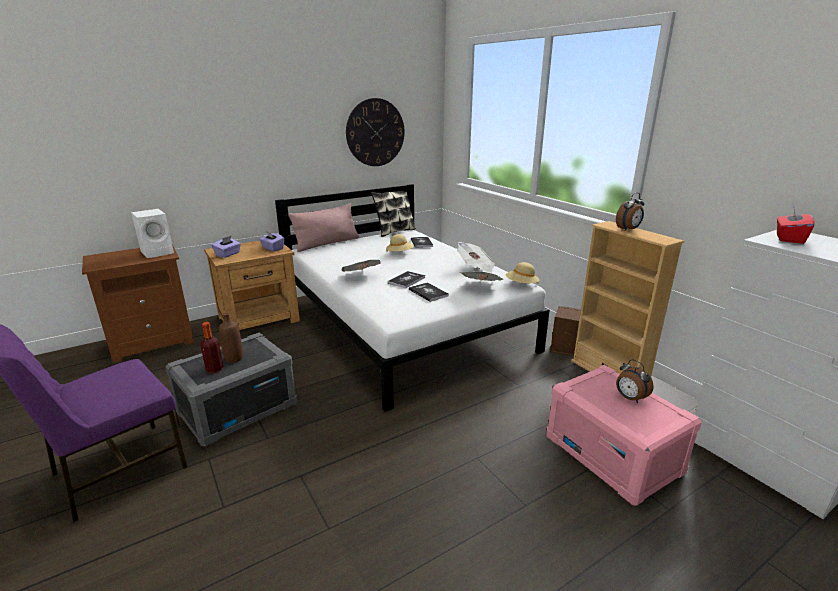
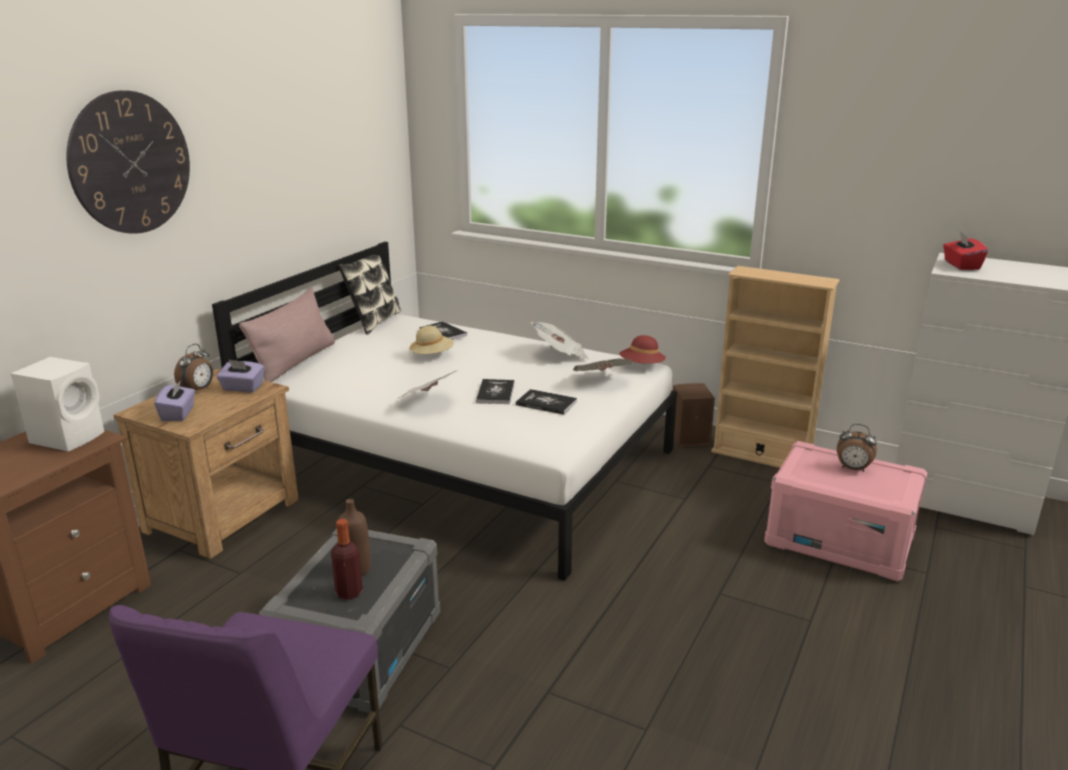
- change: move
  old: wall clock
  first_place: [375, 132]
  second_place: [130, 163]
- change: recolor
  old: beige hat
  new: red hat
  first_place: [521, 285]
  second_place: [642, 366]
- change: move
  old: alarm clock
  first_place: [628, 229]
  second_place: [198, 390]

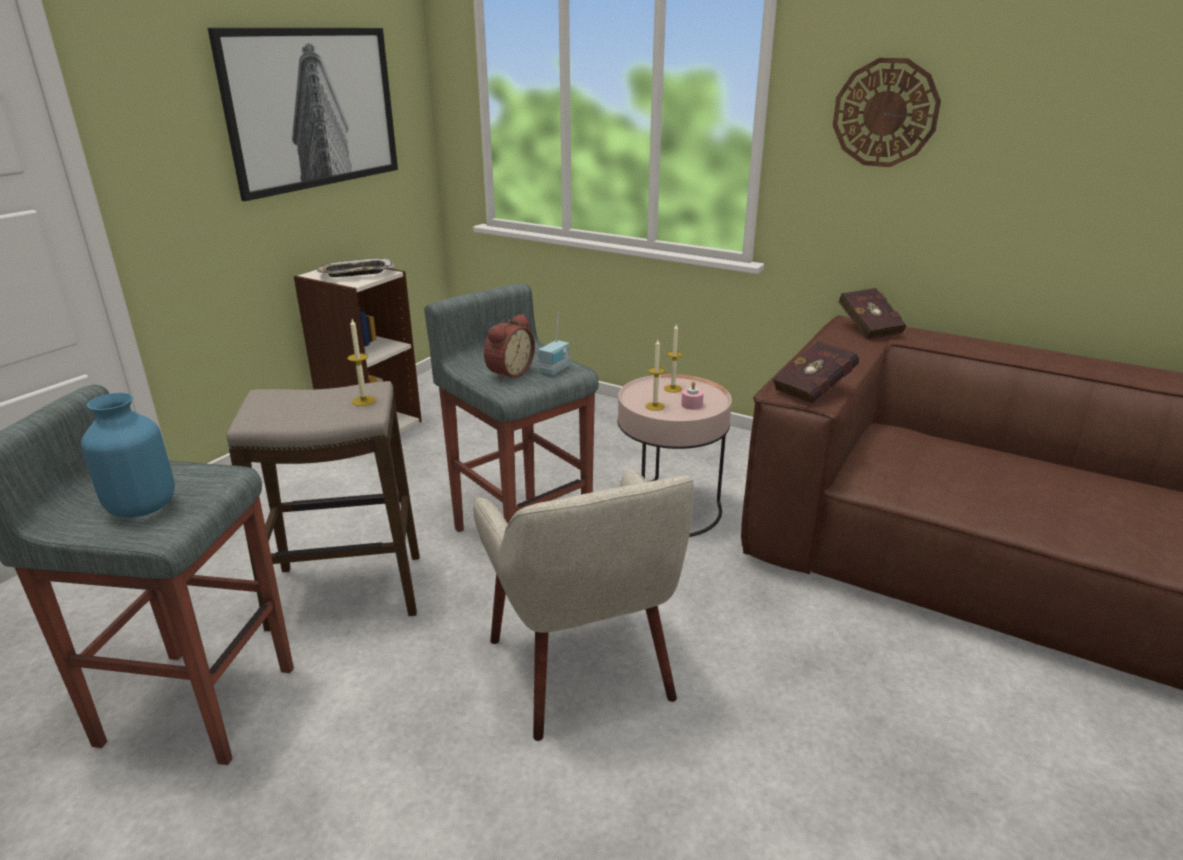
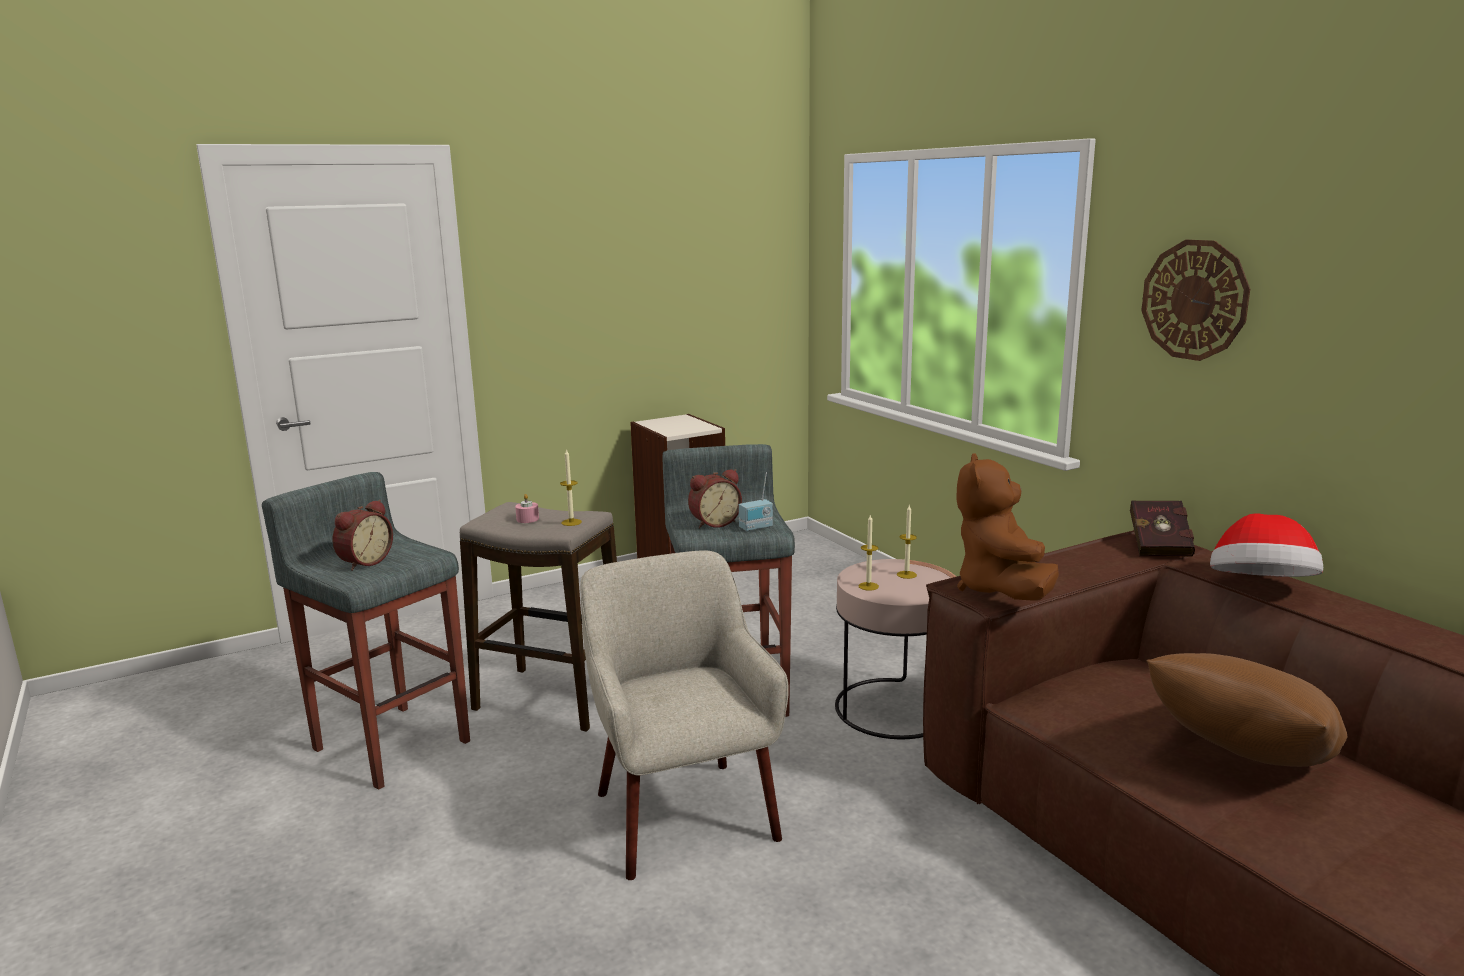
- change: replace
  old: blue vase
  new: alarm clock
  first_place: [142, 506]
  second_place: [364, 562]
- change: delete
  old: picture
  first_place: [312, 108]
- change: delete
  old: tray
  first_place: [356, 273]
- change: rotate
  old: beige armchair
  first_place: [582, 669]
  second_place: [683, 814]
  degrees: 150
- change: move
  old: pink candle
  first_place: [692, 405]
  second_place: [527, 519]
- change: replace
  old: red book
  new: brown plush toy
  first_place: [816, 390]
  second_place: [1001, 590]
- change: insert
  new: brown pillow
  second_place: [1239, 761]
- change: insert
  new: hat
  second_place: [1260, 589]

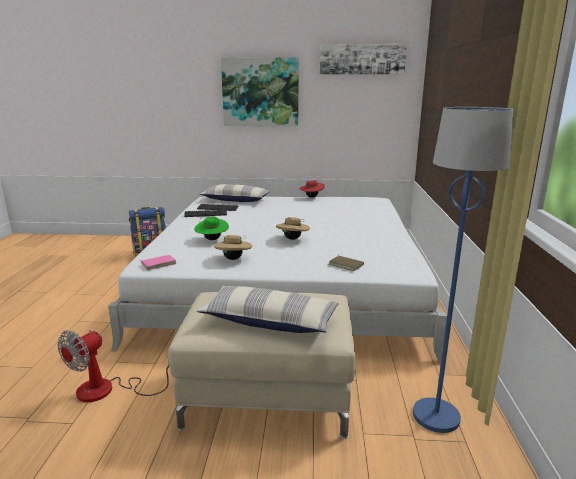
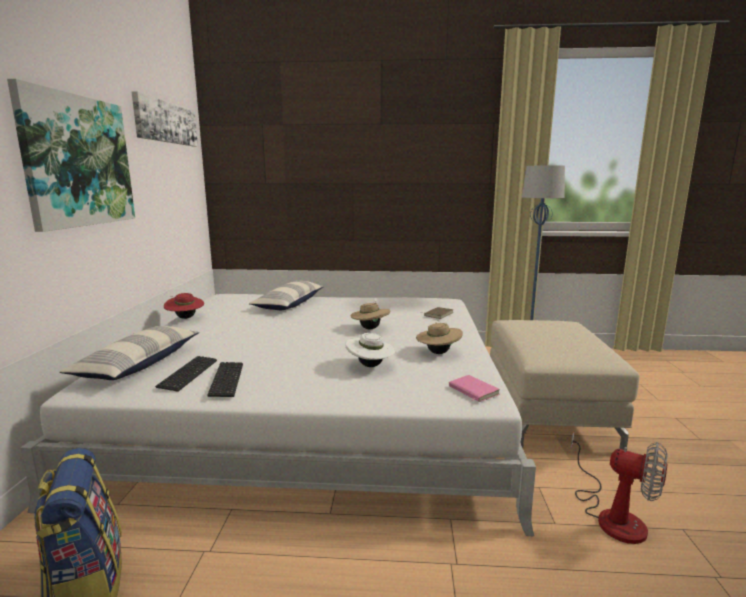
- change: recolor
  old: green hat
  new: white hat
  first_place: [212, 239]
  second_place: [370, 366]
- change: move
  old: pillow
  first_place: [269, 321]
  second_place: [289, 304]

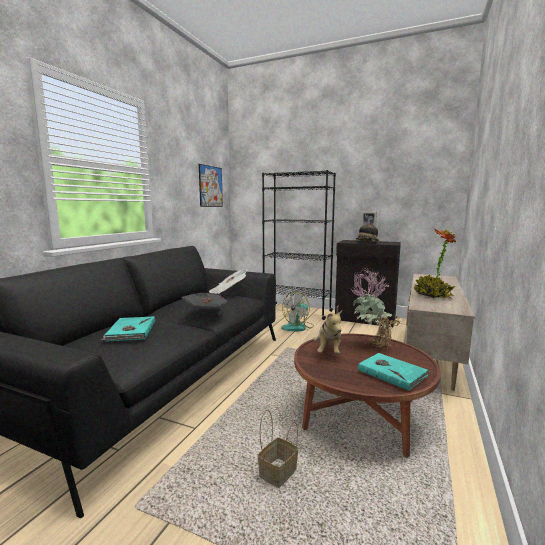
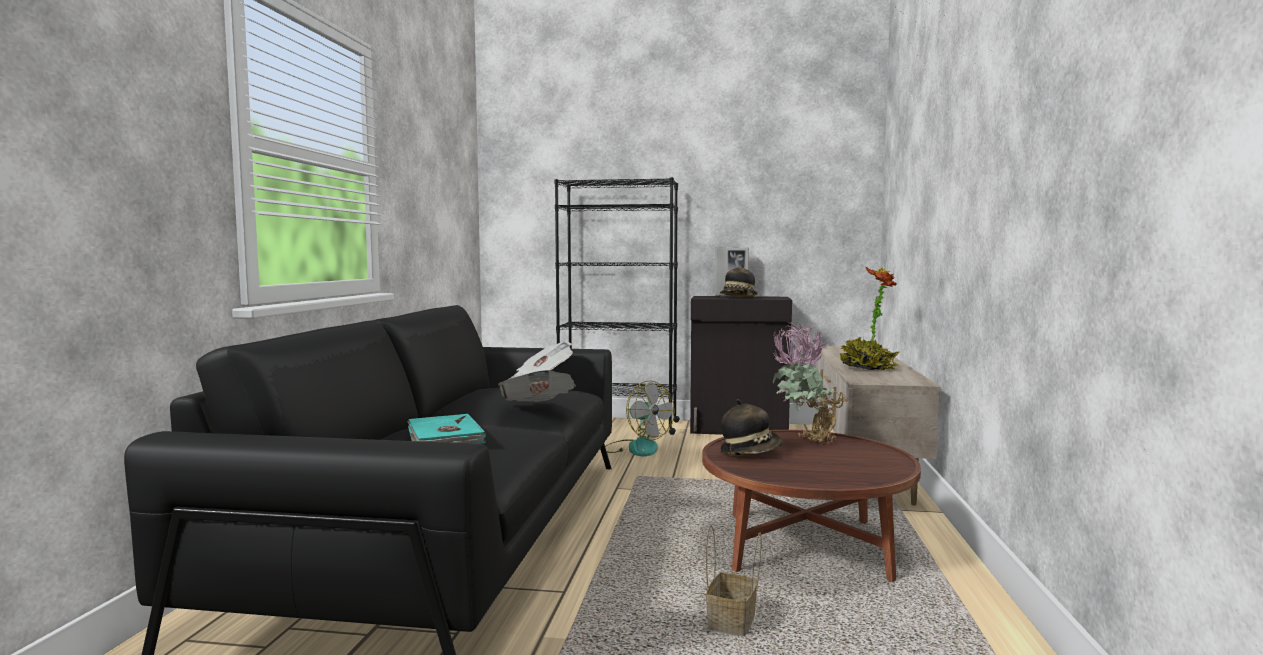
- change: delete
  old: picture
  first_place: [210, 186]
- change: rotate
  old: fan
  first_place: [298, 327]
  second_place: [636, 448]
  degrees: -75
- change: replace
  old: plush toy
  new: hat
  first_place: [328, 351]
  second_place: [750, 452]
- change: delete
  old: turquoise book
  first_place: [392, 372]

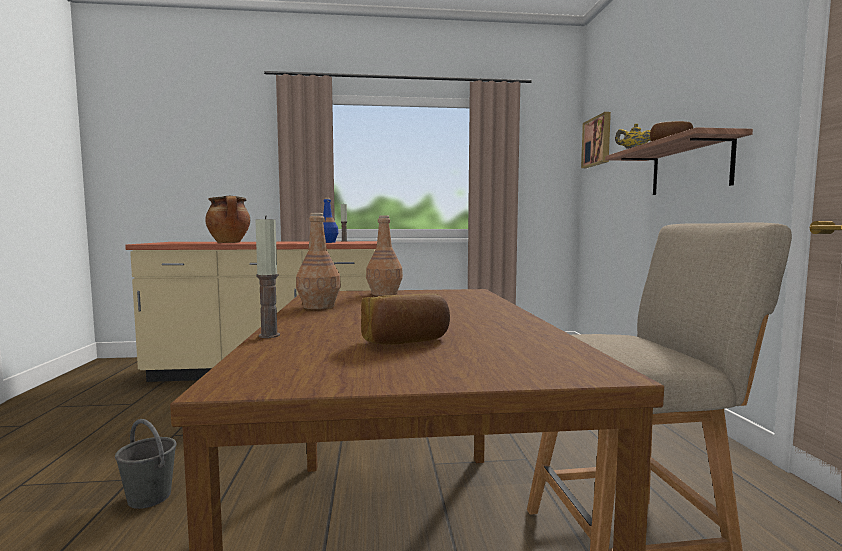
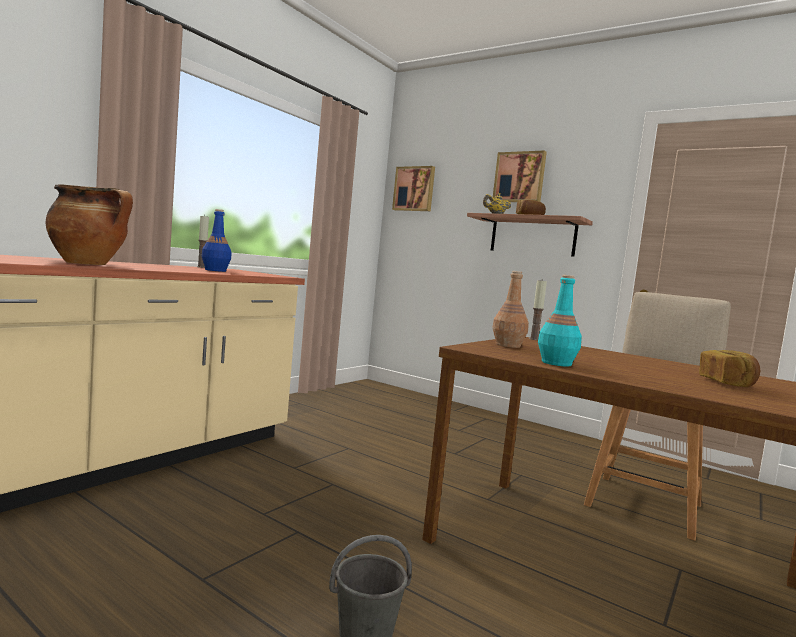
- change: move
  old: candle
  first_place: [269, 335]
  second_place: [534, 339]
- change: recolor
  old: brown bottle
  new: turquoise bottle
  first_place: [319, 306]
  second_place: [556, 363]
- change: insert
  new: picture
  second_place: [519, 177]

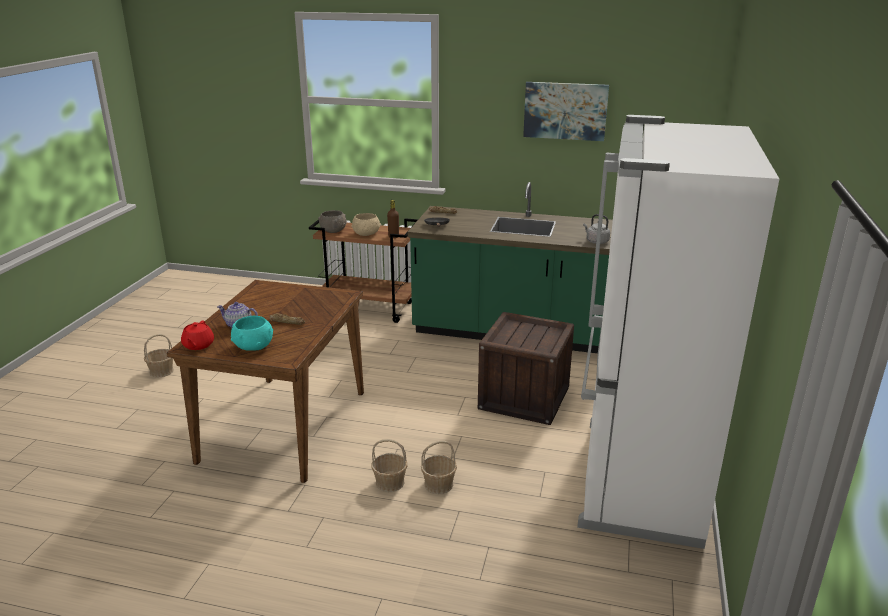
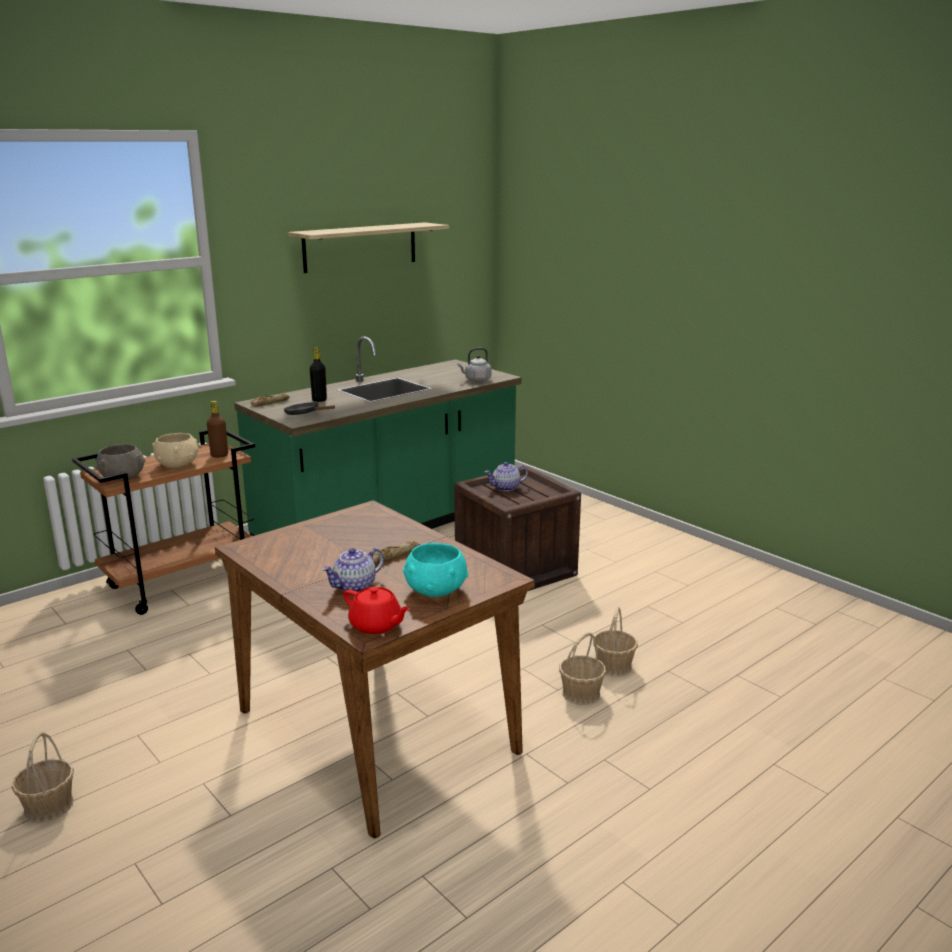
- change: replace
  old: picture
  new: shelf
  first_place: [565, 111]
  second_place: [360, 247]
- change: delete
  old: white fridge
  first_place: [637, 480]
- change: insert
  new: black bottle
  second_place: [319, 400]
- change: insert
  new: teapot
  second_place: [506, 488]

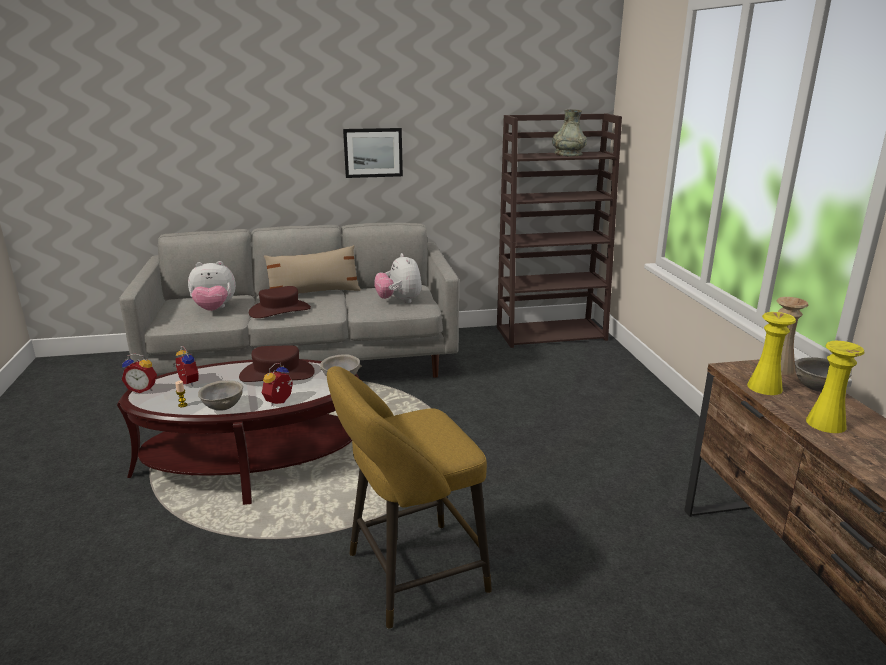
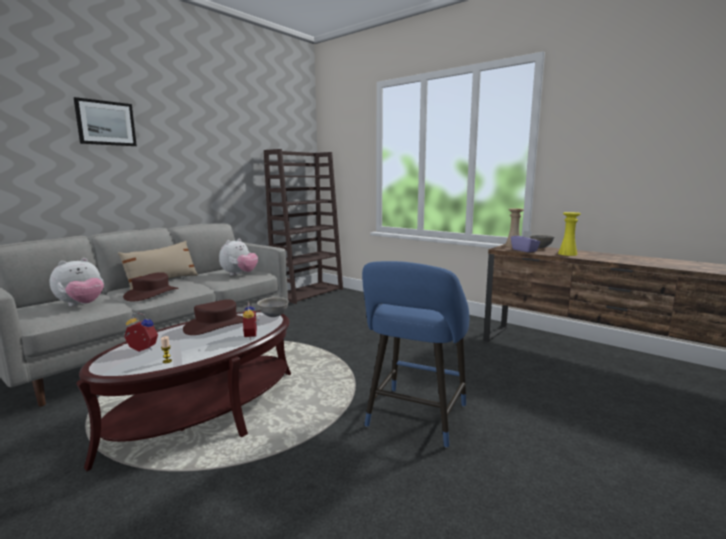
- change: delete
  old: alarm clock
  first_place: [143, 389]
- change: delete
  old: grey bowl
  first_place: [222, 408]
- change: recolor
  old: yellow stool
  new: blue stool
  first_place: [409, 575]
  second_place: [415, 419]
- change: move
  old: picture
  first_place: [373, 152]
  second_place: [106, 123]
- change: rotate
  old: plush toy
  first_place: [399, 301]
  second_place: [239, 274]
  degrees: -90
- change: delete
  old: grey vase
  first_place: [568, 154]
- change: replace
  old: yellow vase
  new: purple tissue box
  first_place: [764, 387]
  second_place: [524, 250]

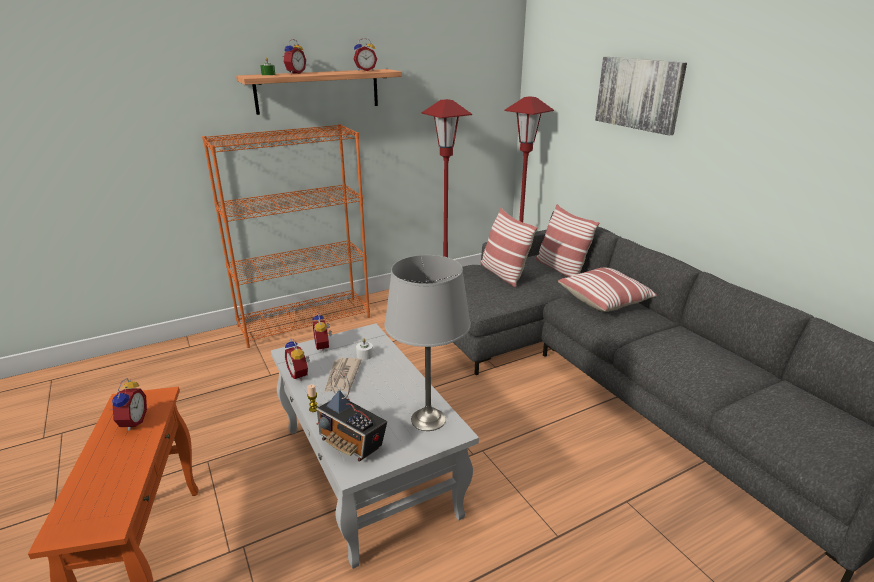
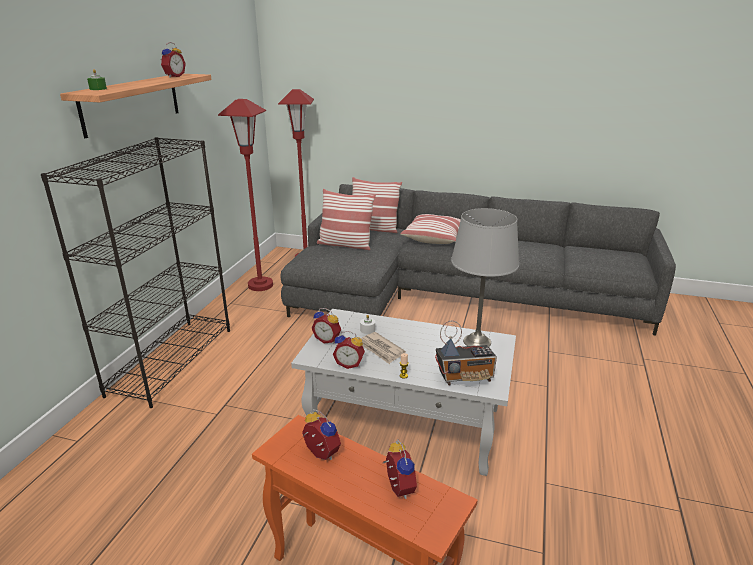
- change: recolor
  old: orange bookcase
  new: black bookcase
  first_place: [305, 321]
  second_place: [172, 360]
- change: move
  old: alarm clock
  first_place: [294, 73]
  second_place: [397, 488]
- change: delete
  old: picture
  first_place: [639, 94]

